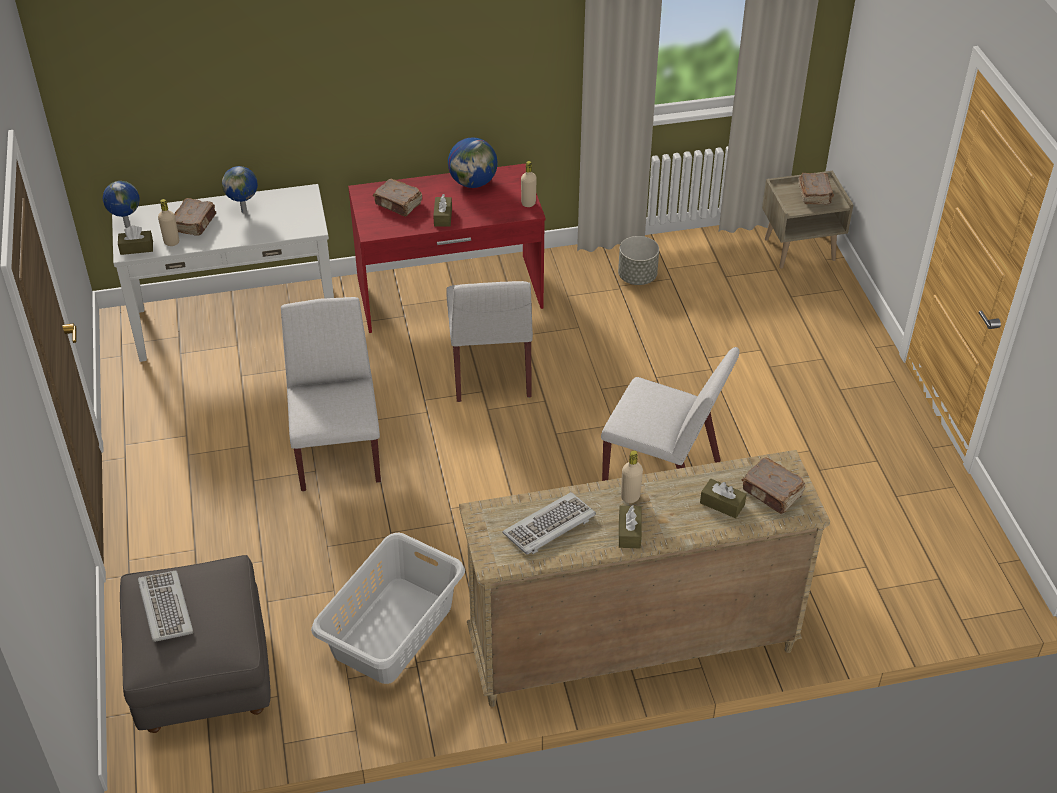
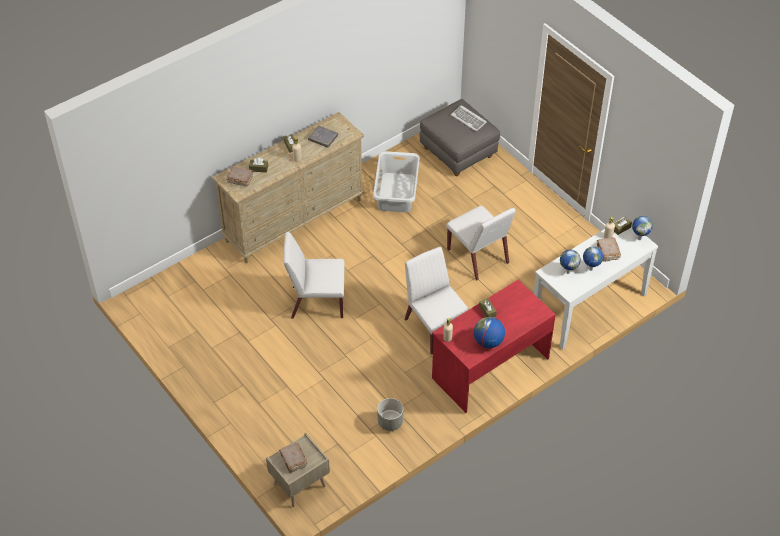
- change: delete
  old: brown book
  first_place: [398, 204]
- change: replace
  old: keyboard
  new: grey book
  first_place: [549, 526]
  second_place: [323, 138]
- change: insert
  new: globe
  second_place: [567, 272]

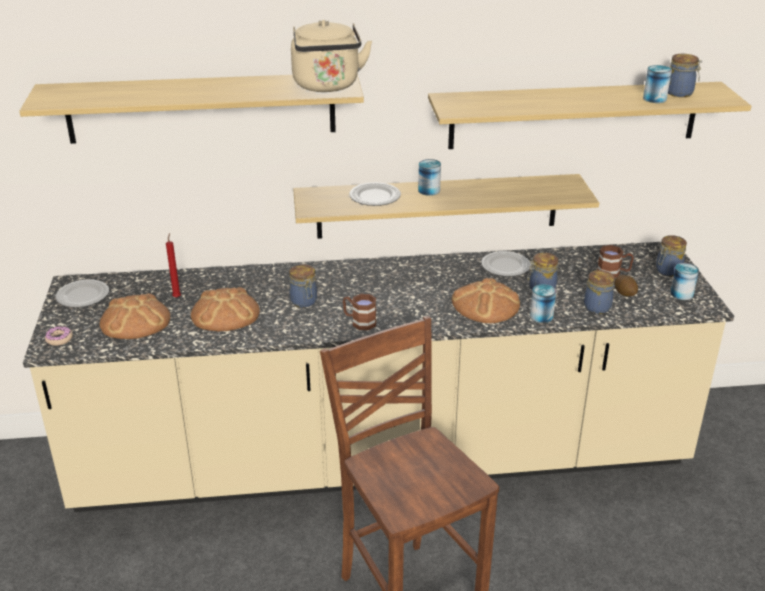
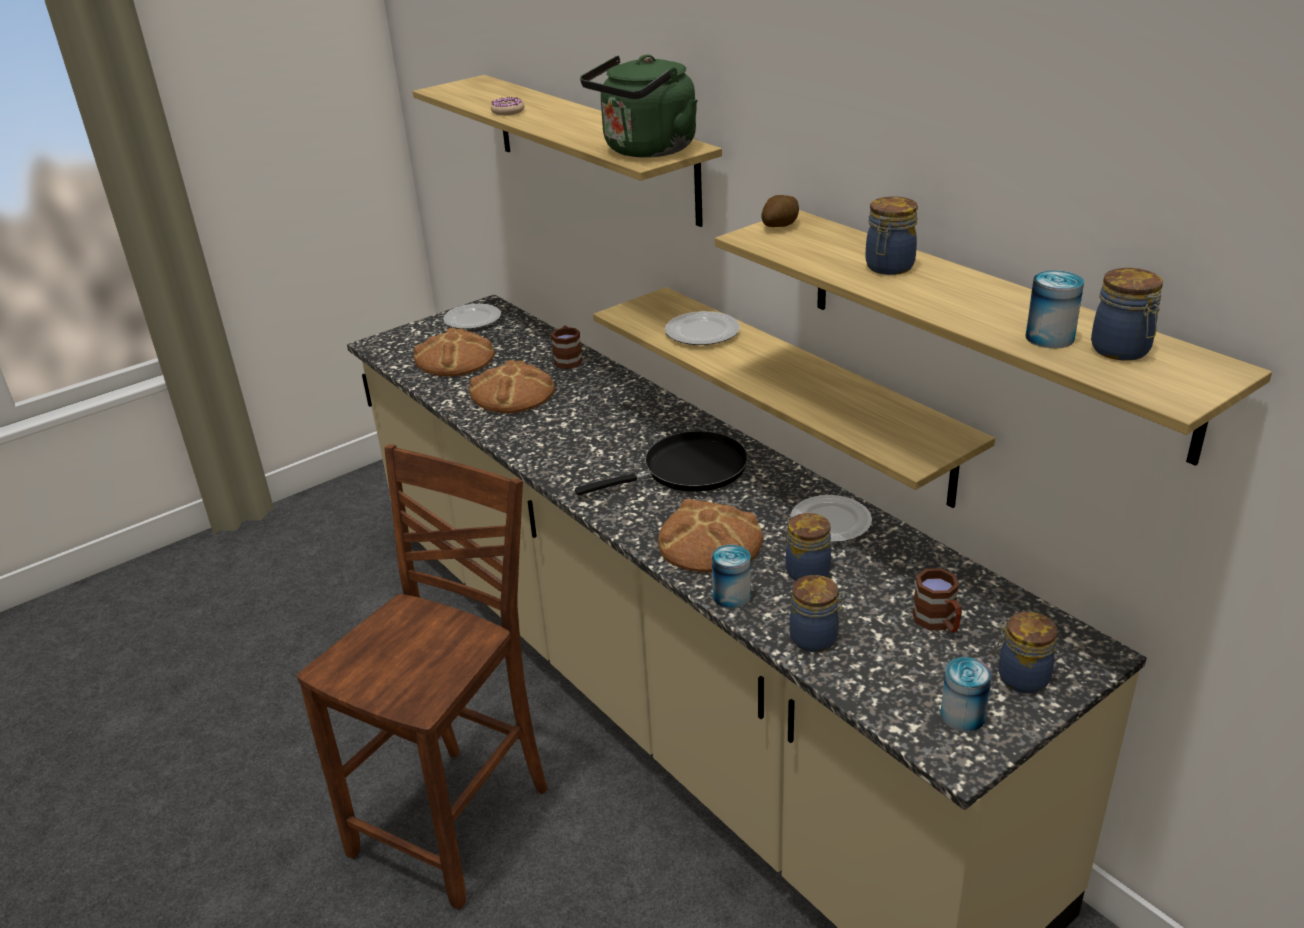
- change: move
  old: donut
  first_place: [59, 339]
  second_place: [508, 111]
- change: delete
  old: red candle
  first_place: [177, 297]
- change: move
  old: jar
  first_place: [304, 302]
  second_place: [888, 268]
- change: recolor
  old: beige kettle
  new: green kettle
  first_place: [327, 86]
  second_place: [646, 151]
- change: move
  old: brown mug
  first_place: [359, 322]
  second_place: [568, 359]
- change: delete
  old: can
  first_place: [429, 190]
- change: move
  old: potato
  first_place: [625, 293]
  second_place: [780, 226]
- change: insert
  new: black frying pan
  second_place: [688, 470]

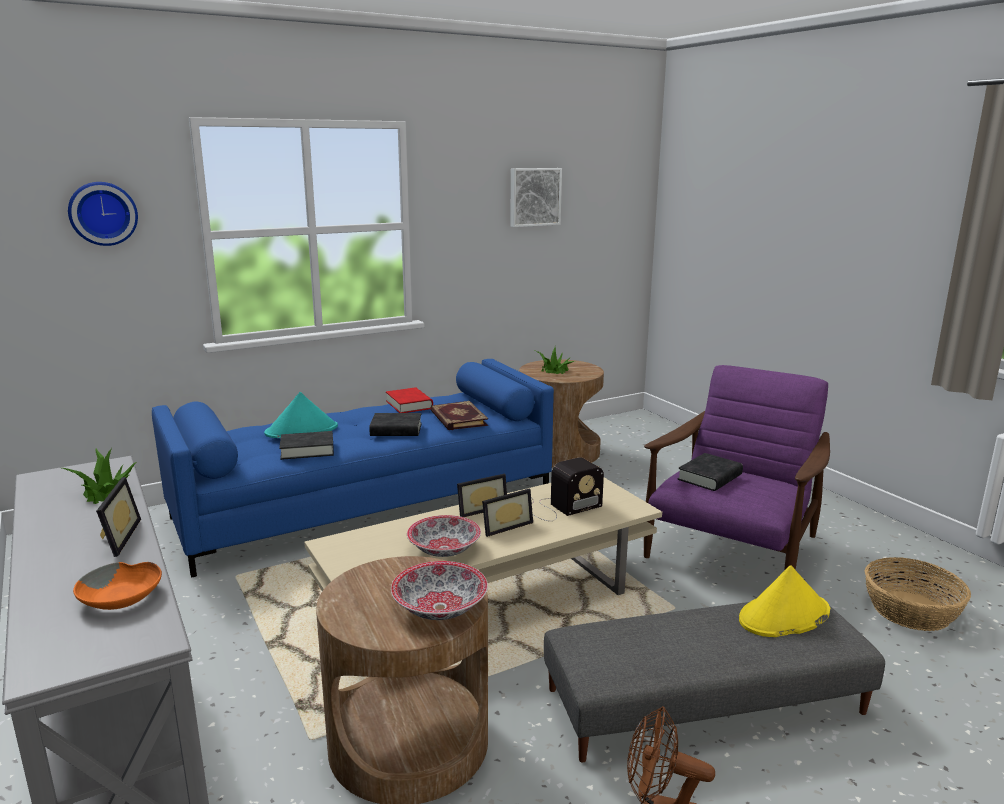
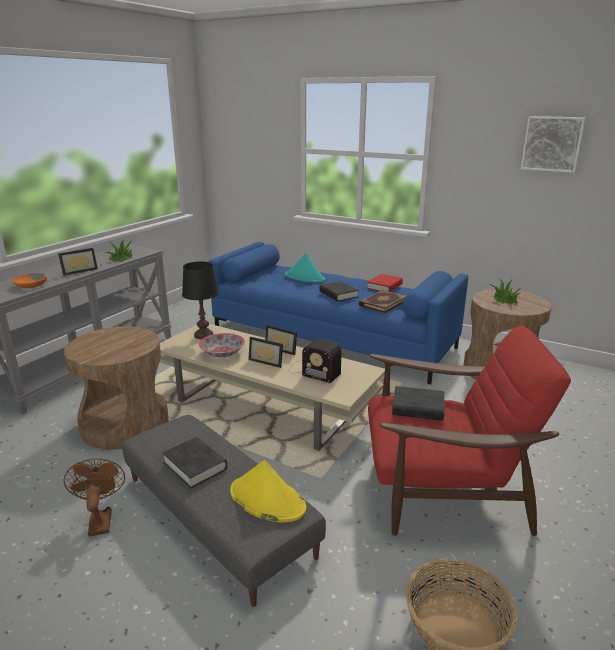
- change: delete
  old: wall clock
  first_place: [103, 213]
- change: move
  old: black book
  first_place: [307, 450]
  second_place: [195, 466]
- change: delete
  old: bowl
  first_place: [439, 608]
- change: recolor
  old: purple armchair
  new: red armchair
  first_place: [732, 550]
  second_place: [443, 488]
- change: insert
  new: black table lamp
  second_place: [203, 335]

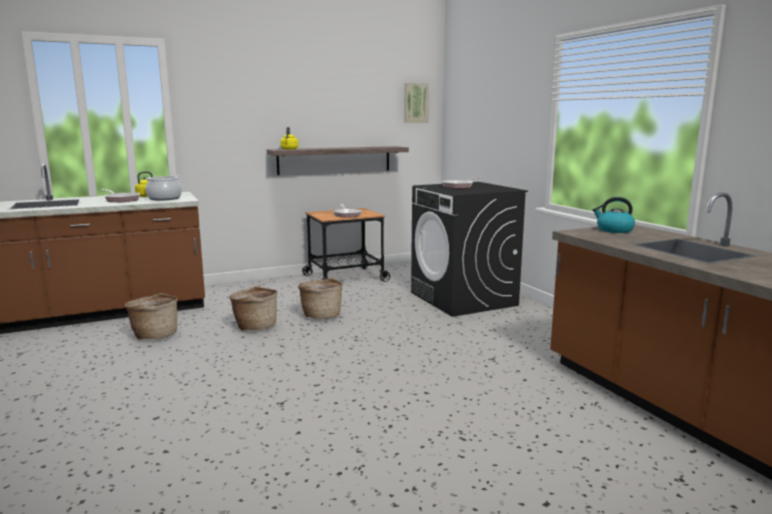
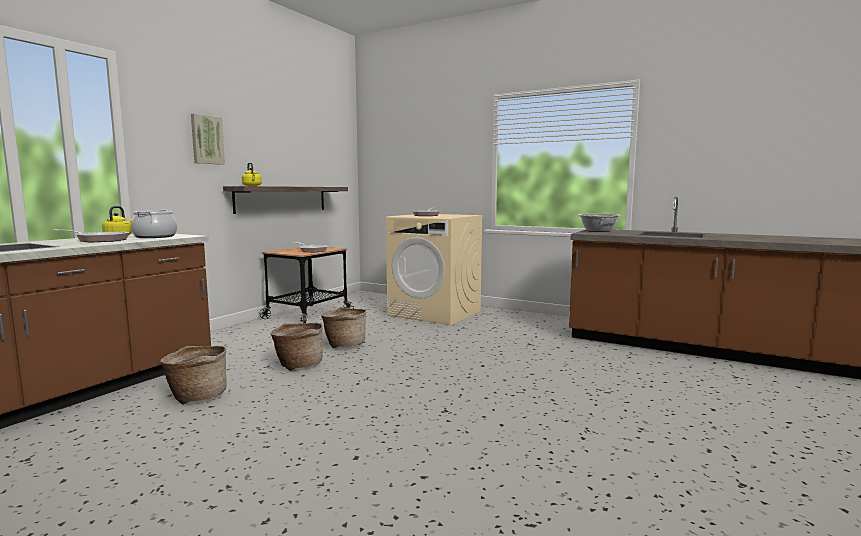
- change: move
  old: picture
  first_place: [415, 103]
  second_place: [206, 140]
- change: recolor
  old: black washing machine
  new: beige washing machine
  first_place: [463, 299]
  second_place: [435, 313]
- change: replace
  old: kettle
  new: cooking pot
  first_place: [614, 230]
  second_place: [598, 231]

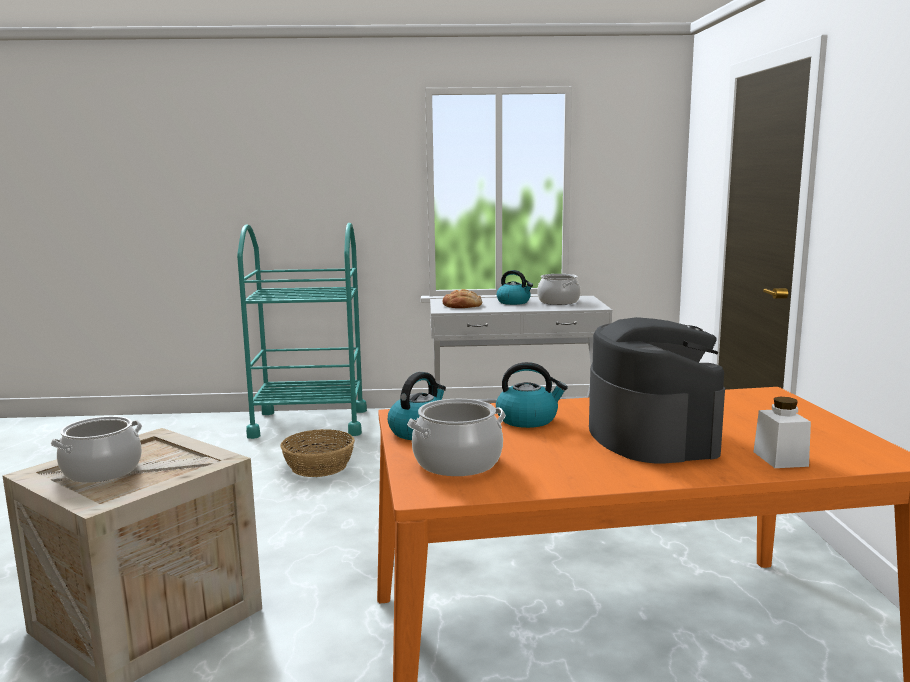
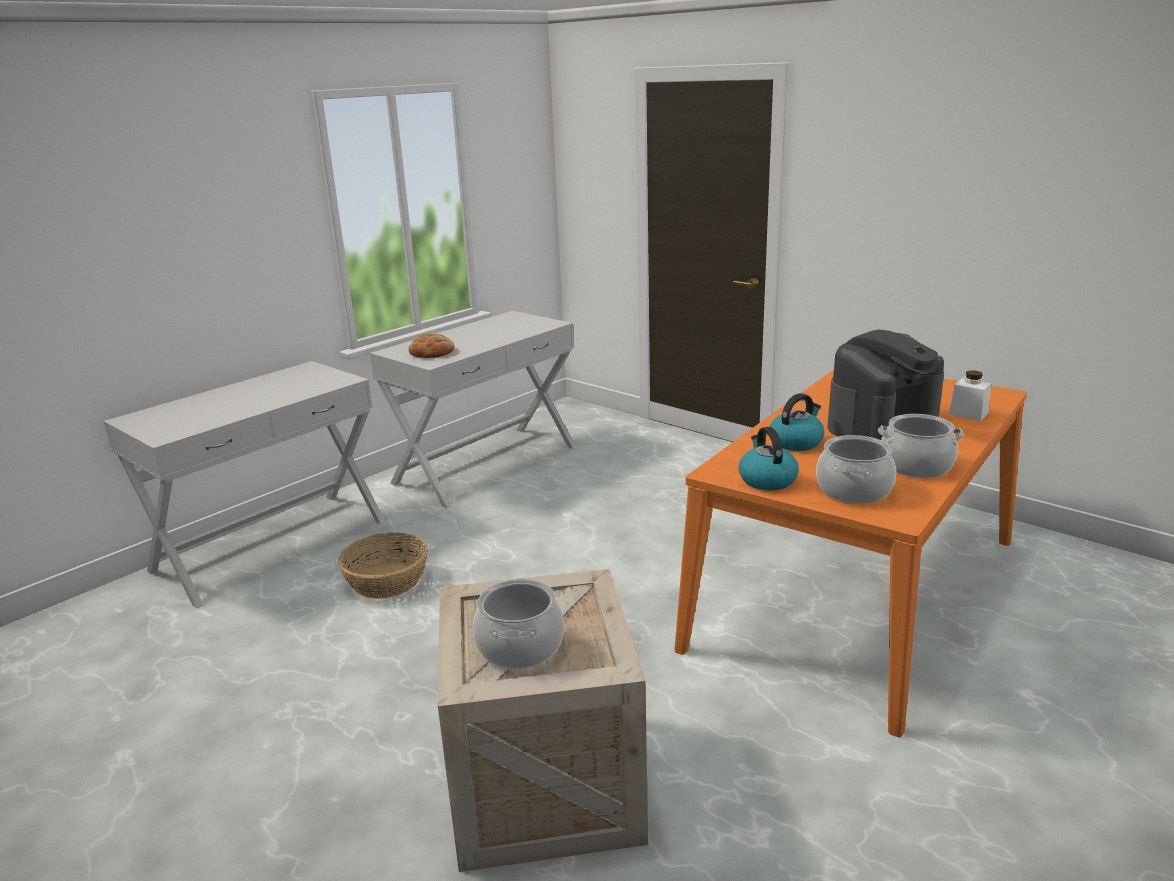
- change: replace
  old: turquoise cart
  new: white console table
  first_place: [309, 423]
  second_place: [271, 545]
- change: delete
  old: kettle
  first_place: [514, 302]
- change: move
  old: cooking pot
  first_place: [559, 302]
  second_place: [916, 465]
- change: rotate
  old: coffee machine
  first_place: [651, 435]
  second_place: [883, 424]
  degrees: 105

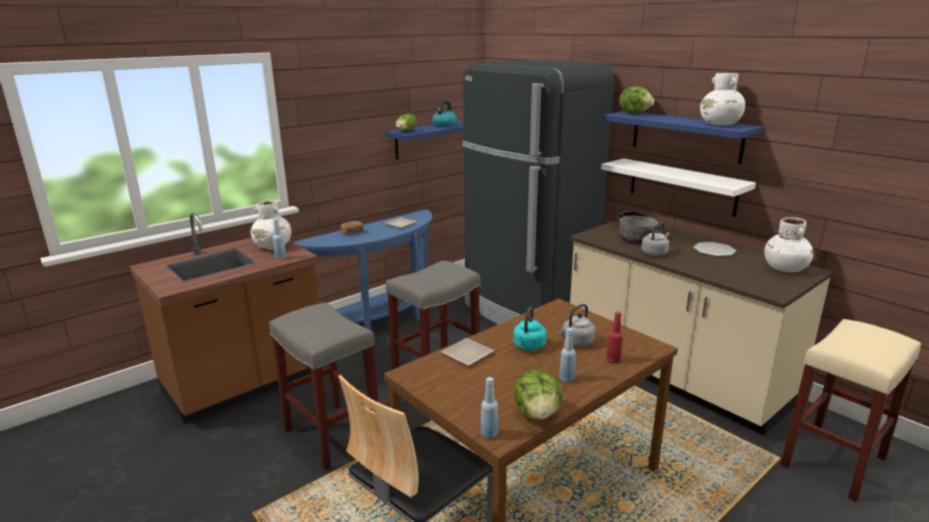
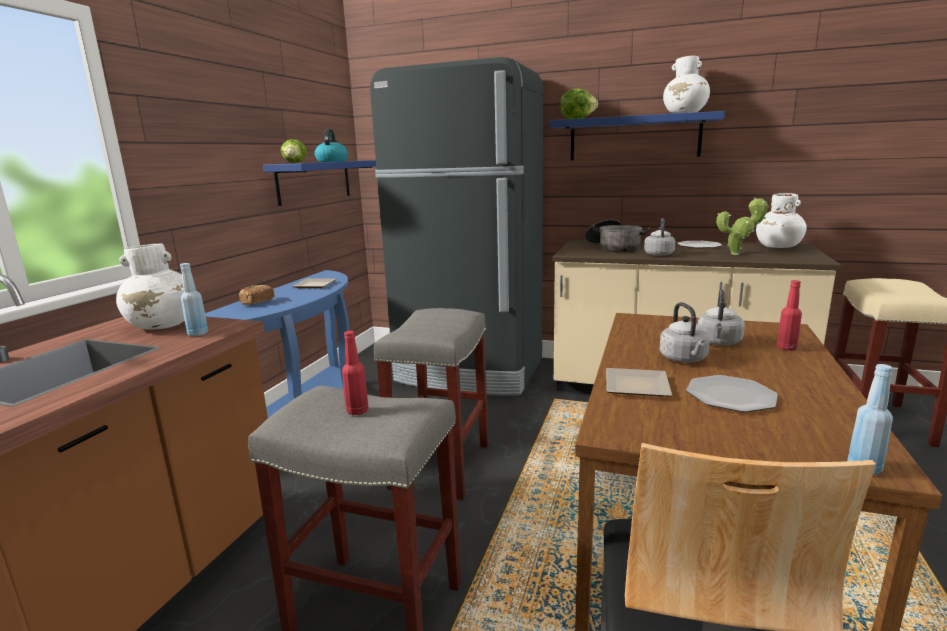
- change: recolor
  old: turquoise kettle
  new: grey kettle
  first_place: [528, 347]
  second_place: [684, 359]
- change: delete
  old: lettuce
  first_place: [537, 414]
- change: delete
  old: blue bottle
  first_place: [566, 378]
- change: delete
  old: white shelf
  first_place: [682, 186]
- change: insert
  new: red bottle
  second_place: [357, 411]
- change: insert
  new: plate
  second_place: [731, 396]
- change: insert
  new: potted plant
  second_place: [738, 254]

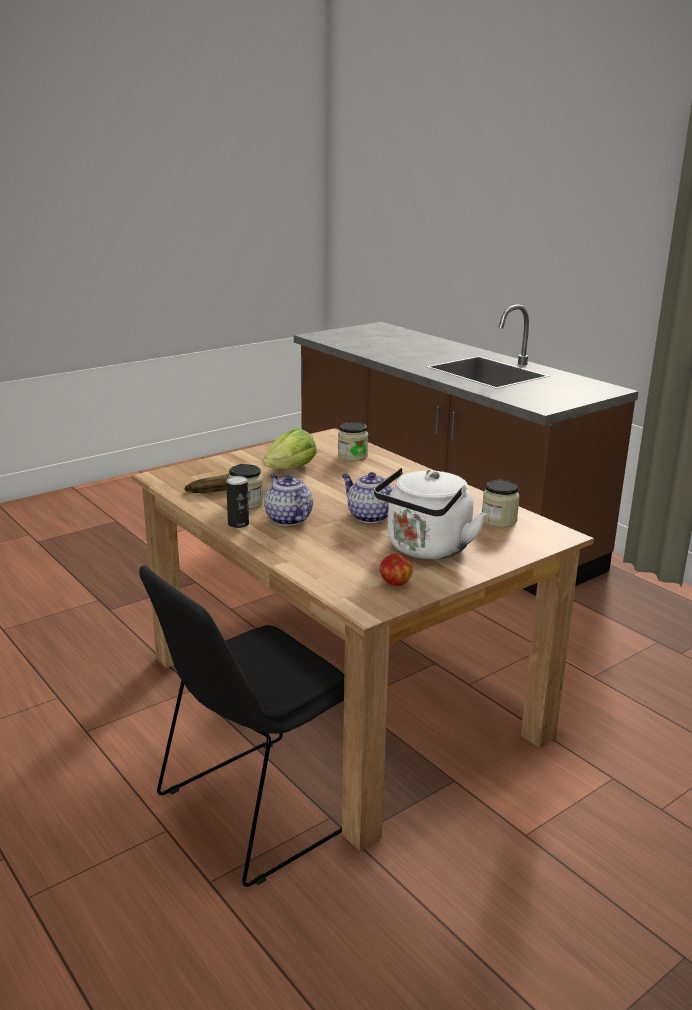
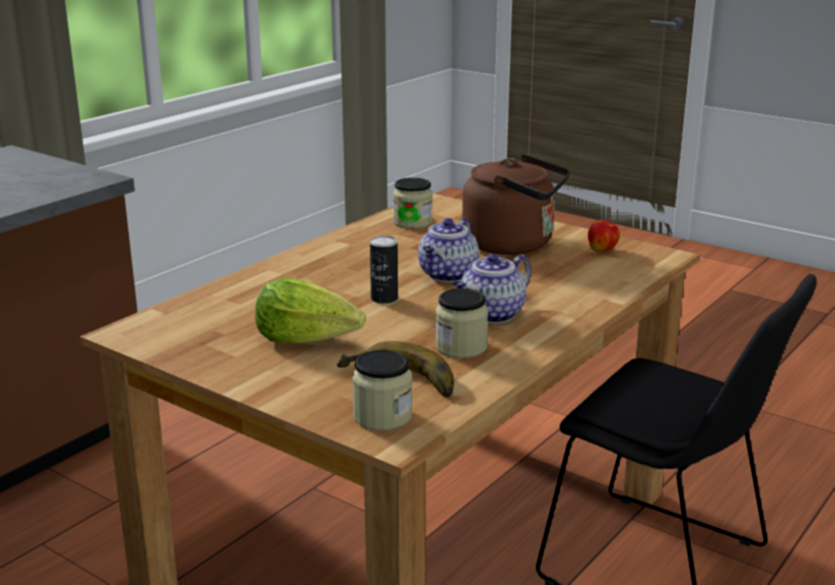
- change: move
  old: can
  first_place: [238, 524]
  second_place: [384, 298]
- change: move
  old: jar
  first_place: [352, 456]
  second_place: [382, 417]
- change: recolor
  old: white kettle
  new: brown kettle
  first_place: [426, 549]
  second_place: [514, 245]

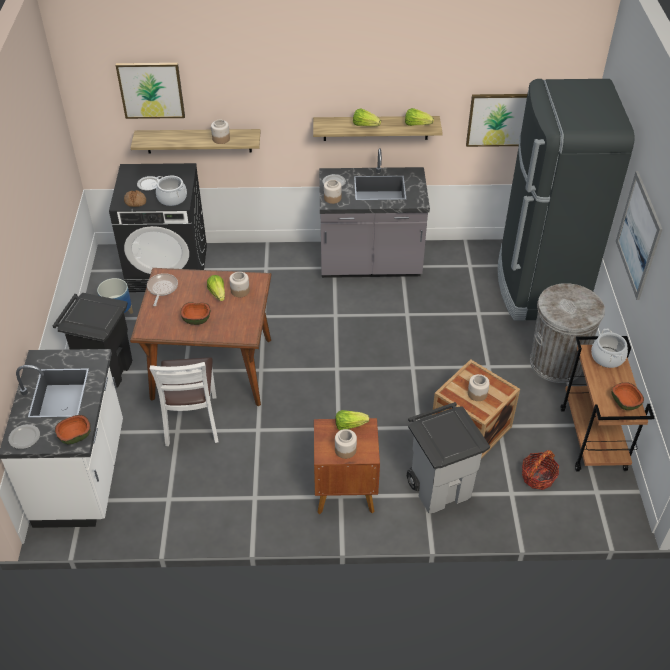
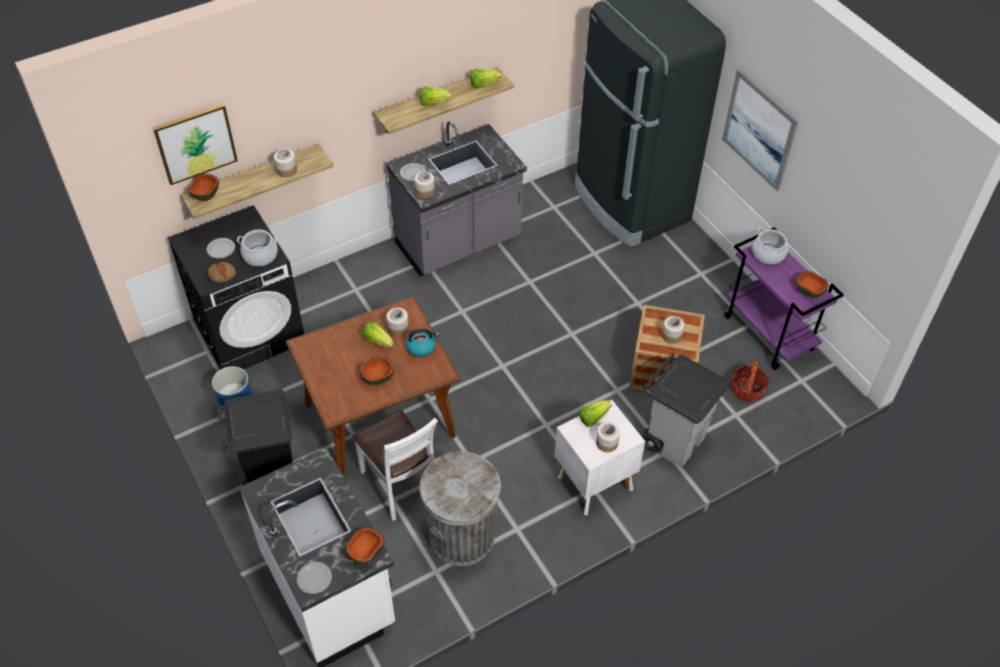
- change: delete
  old: frying pan
  first_place: [162, 288]
- change: recolor
  old: brown nightstand
  new: white nightstand
  first_place: [344, 491]
  second_place: [593, 482]
- change: delete
  old: picture
  first_place: [497, 119]
- change: move
  old: grey trash can
  first_place: [556, 363]
  second_place: [461, 536]
- change: recolor
  old: brown cart
  new: purple cart
  first_place: [593, 439]
  second_place: [769, 333]
- change: insert
  new: bowl
  second_place: [205, 194]
- change: insert
  new: kettle
  second_place: [421, 347]

